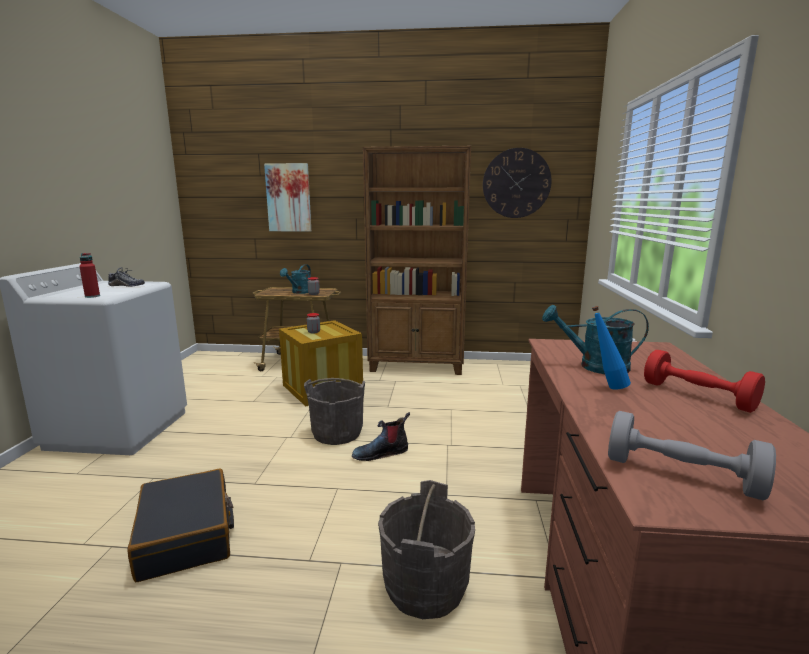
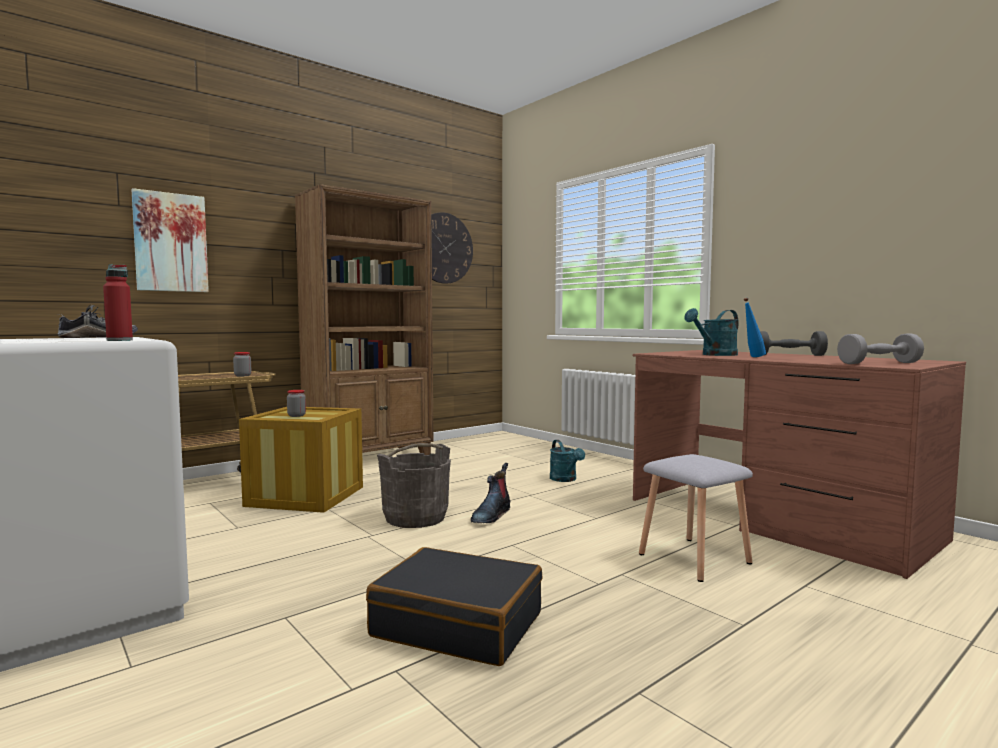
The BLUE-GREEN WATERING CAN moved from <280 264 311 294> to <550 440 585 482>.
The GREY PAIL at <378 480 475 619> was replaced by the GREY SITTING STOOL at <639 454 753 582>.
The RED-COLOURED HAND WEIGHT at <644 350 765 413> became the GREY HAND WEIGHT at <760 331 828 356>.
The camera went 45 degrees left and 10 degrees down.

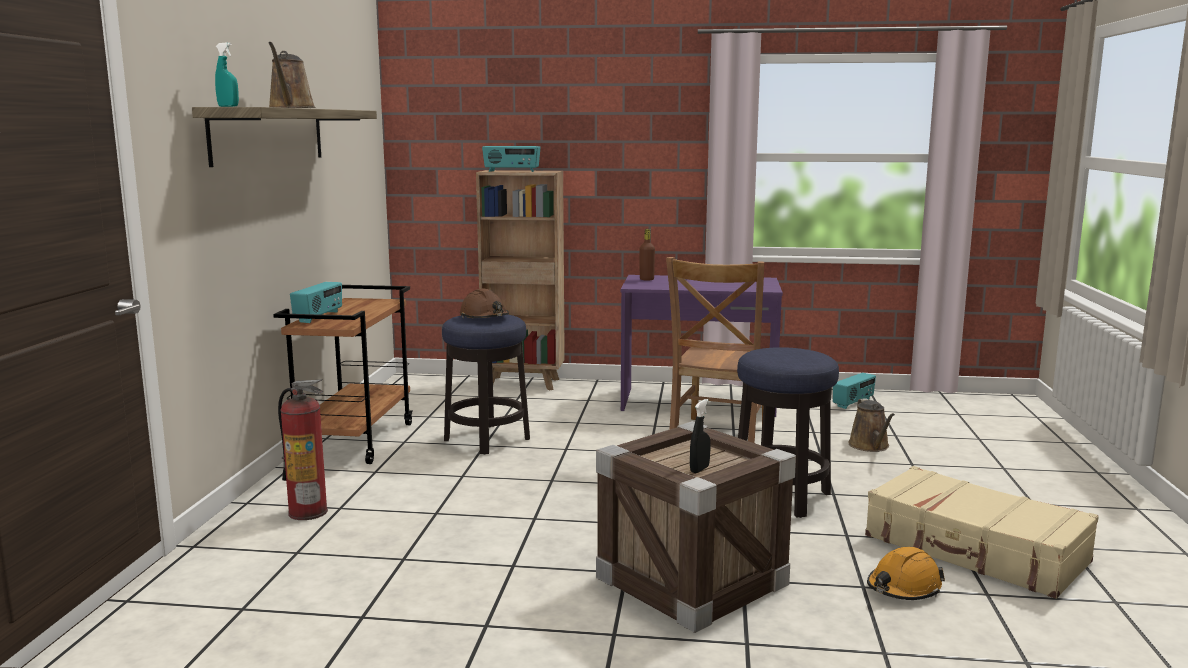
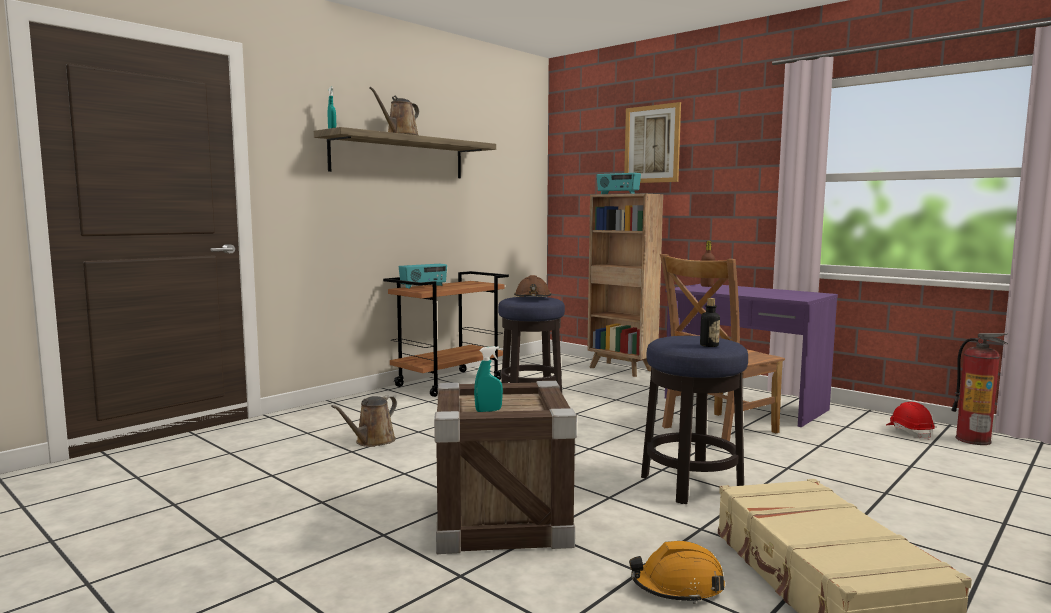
The EXTINGUISHER moved from <278 379 328 520> to <951 333 1009 445>.
The BLACK HAND SPRAYER at <690 399 710 473> became the BLUE-GREEN HAND SPRAYER at <474 346 503 412>.
The RADIO SET at <833 373 876 409> was replaced by the RED-COLOURED HARD HAT at <886 402 935 440>.
The BROWN-COLOURED WATERING CAN moved from <848 398 895 452> to <331 396 397 447>.
The PICTURE at <624 102 681 183> appeared.
The BOTTLE at <700 298 720 347> appeared.
The camera went 35 degrees right and 5 degrees down.

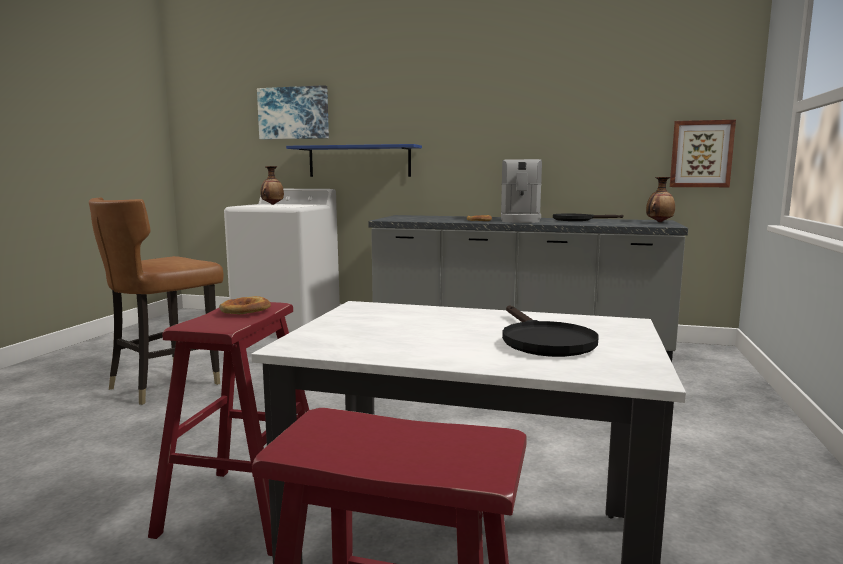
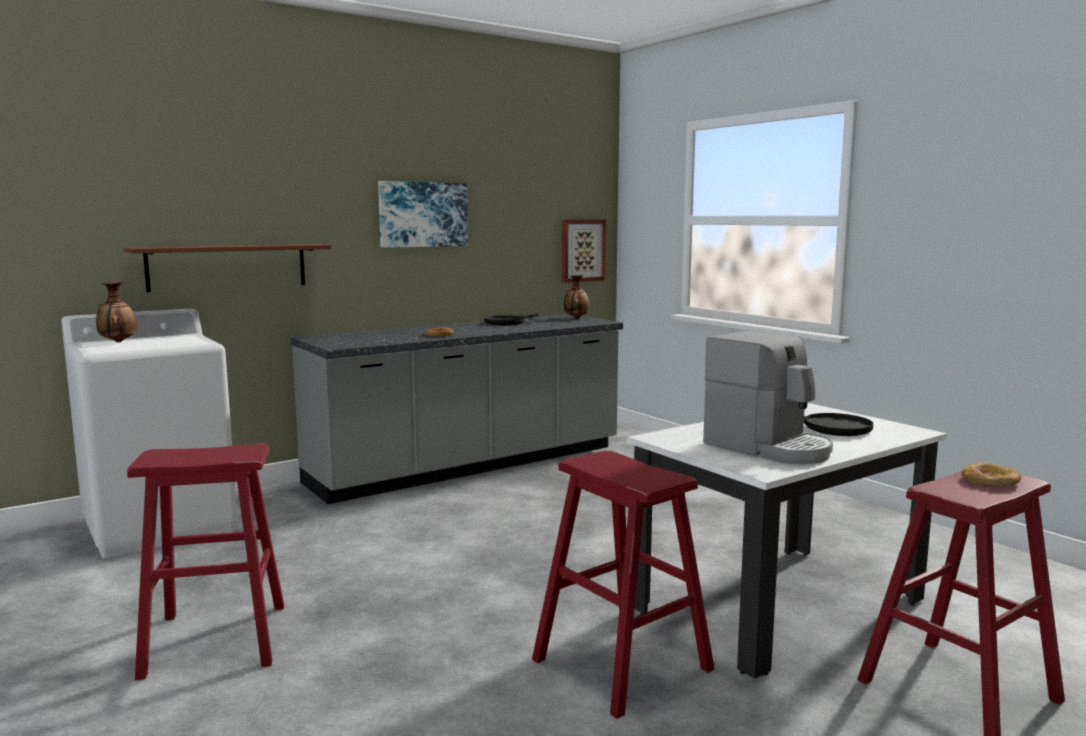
The BROWN-COLOURED PLAIN CHAIR at <89 197 223 405> was replaced by the RED-COLOURED SITTING STOOL at <127 444 284 680>.
The BAKERY BREAD moved from <219 296 271 314> to <961 462 1021 486>.
The PICTURE moved from <257 85 329 140> to <378 181 468 248>.
The BLUE-COLOURED SHELF at <286 144 422 177> became the BROWN-COLOURED SHELF at <124 244 331 292>.
The COFFEE MAKER moved from <501 159 542 223> to <703 331 833 464>.
The camera went 50 degrees left and 0 degrees up.

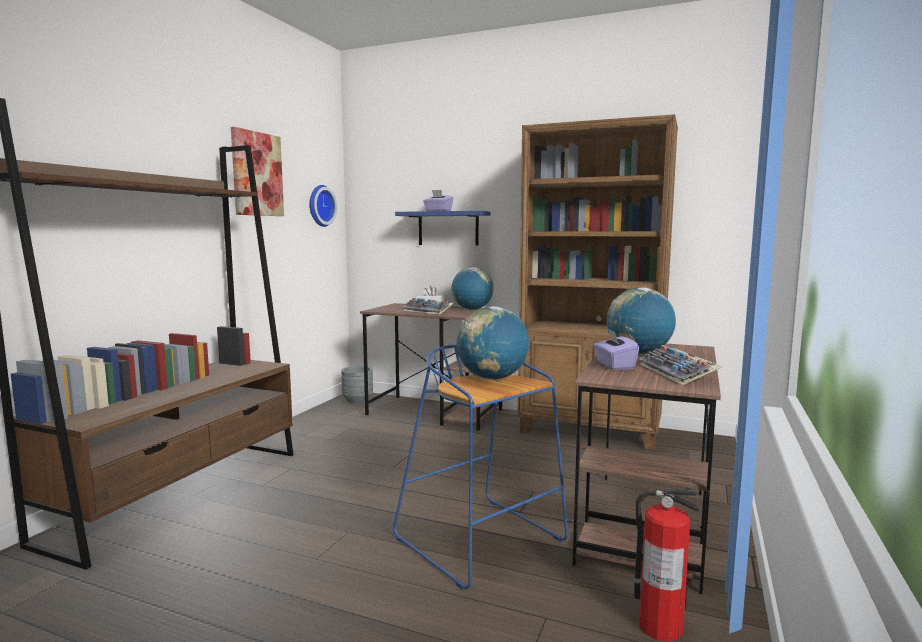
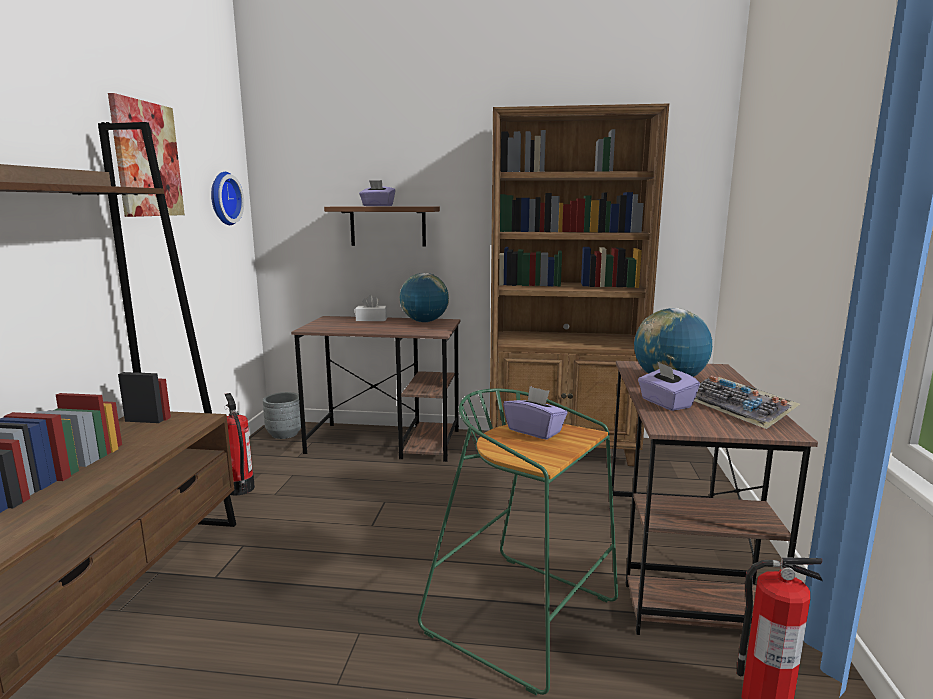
The BLUE-COLOURED SITTING STOOL at <393 345 568 590> became the GREEN-COLOURED SITTING STOOL at <418 389 618 695>.
The BLUE-COLOURED SHELF at <395 211 490 246> became the BROWN-COLOURED SHELF at <324 207 440 246>.
The PC KEYBOARD at <403 298 454 315> disappeared.
The GLOBE at <457 306 529 380> was replaced by the PURPLISH TISSUE BOX at <503 386 568 440>.
The EXTINGUISHER at <224 393 255 495> appeared.
The camera went 15 degrees left and 5 degrees up.

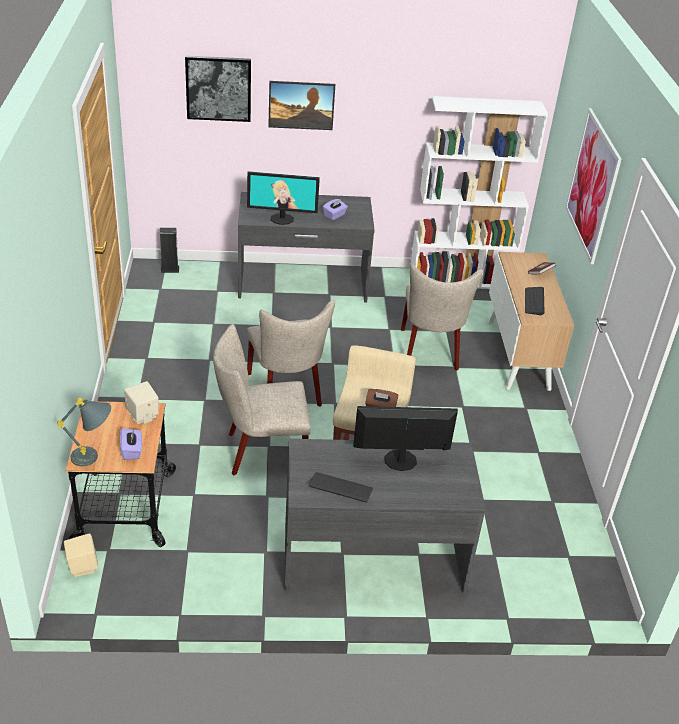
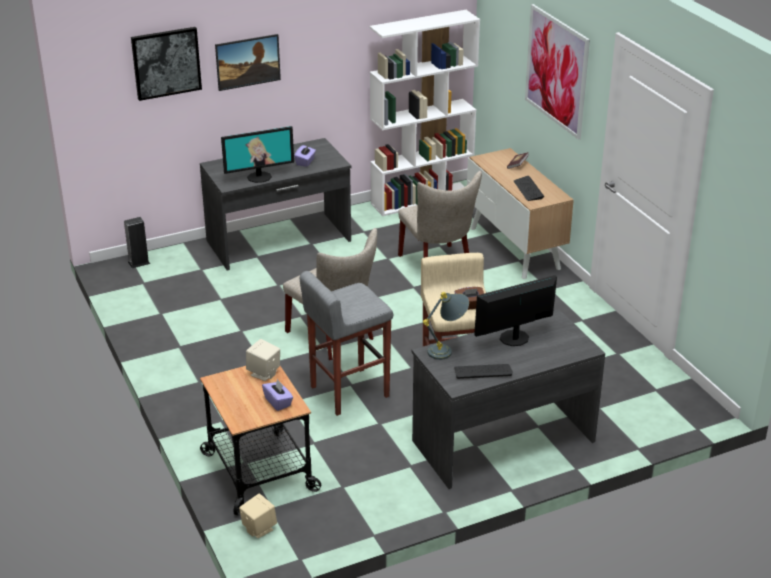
The GREY LAMP FOR A TABLE moved from <57 398 111 466> to <423 292 469 360>.
The BEIGE-COLOURED PLAIN CHAIR at <213 324 311 475> was replaced by the GREY SITTING STOOL at <300 271 393 416>.
The camera went 20 degrees left and 5 degrees down.

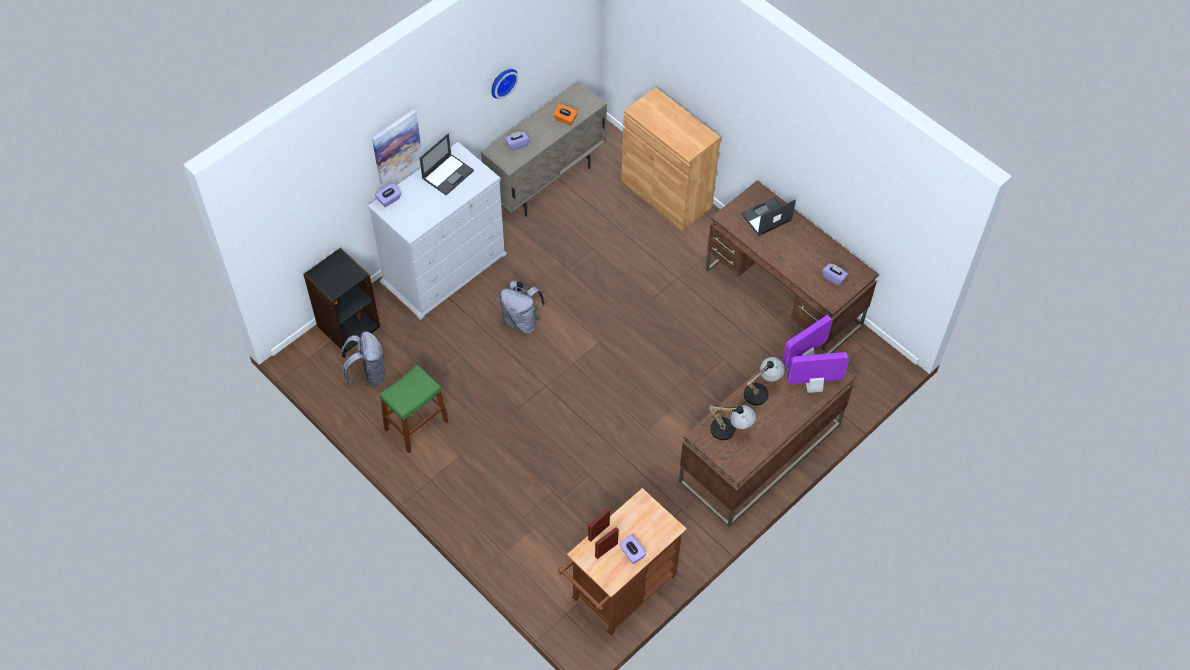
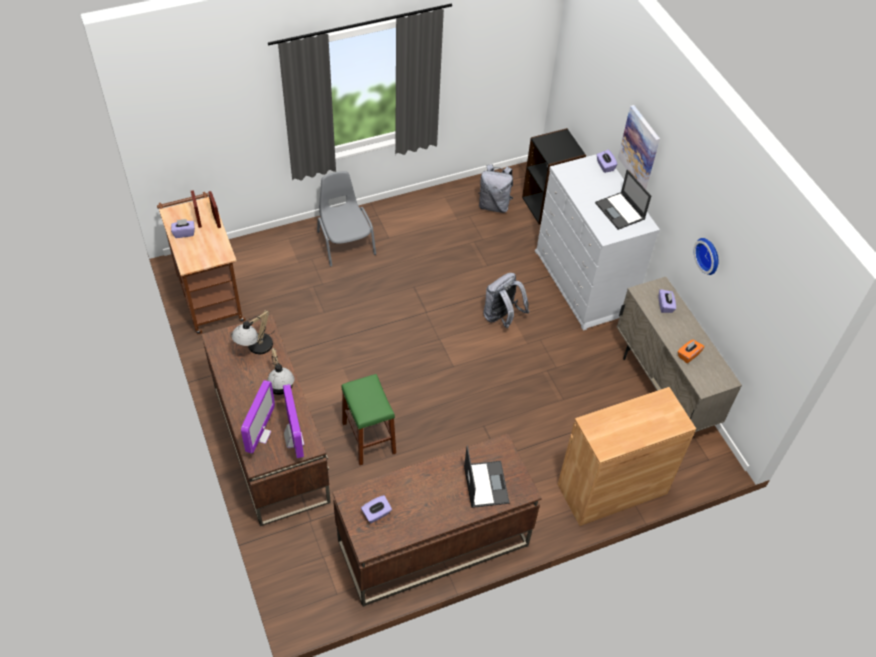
The GREEN-COLOURED SITTING STOOL moved from <379 364 449 453> to <341 374 396 465>.
The GREY PLAIN CHAIR at <317 171 376 267> appeared.
The camera went 110 degrees right and 5 degrees down.

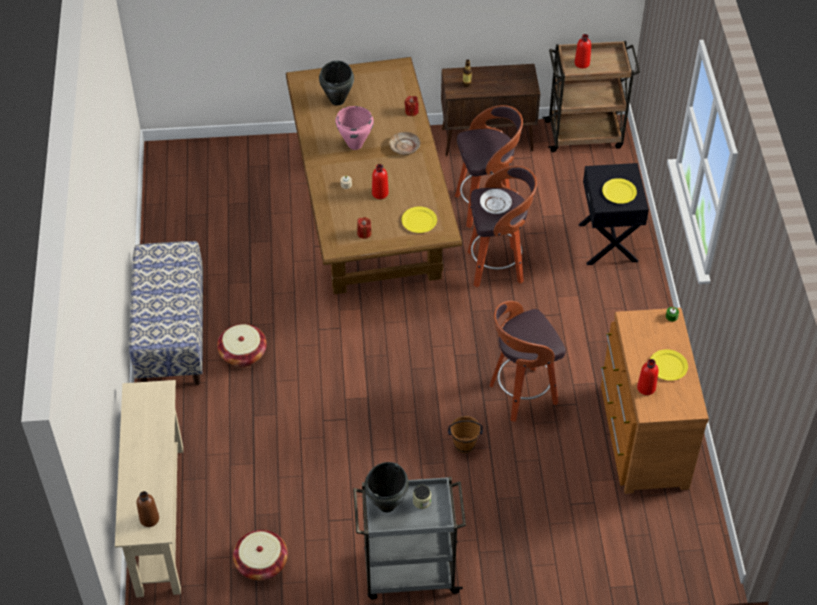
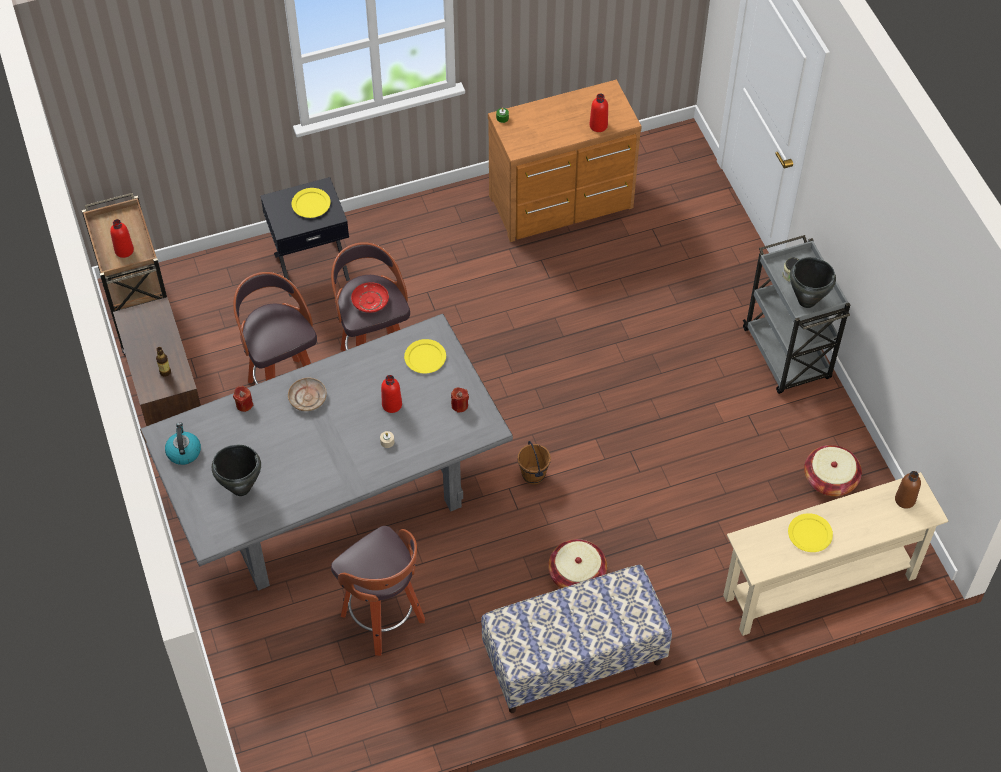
The BROWN-COLOURED KITCHEN TABLE at <286 57 462 294> became the GREY KITCHEN TABLE at <140 314 513 591>.
The PINK-COLOURED COOKING POT at <335 106 374 150> disappeared.
The BROWN-COLOURED PAIL moved from <448 416 483 453> to <517 441 551 485>.
The WHITE FLAT DISH at <480 189 512 214> became the RED-COLOURED FLAT DISH at <351 282 389 313>.
The SITTING STOOL moved from <489 301 566 422> to <331 526 425 656>.
The YELLOW FLAT DISH moved from <650 349 688 381> to <788 513 833 552>.
The KETTLE at <165 423 201 465> appeared.
The camera went 105 degrees left and 5 degrees up.

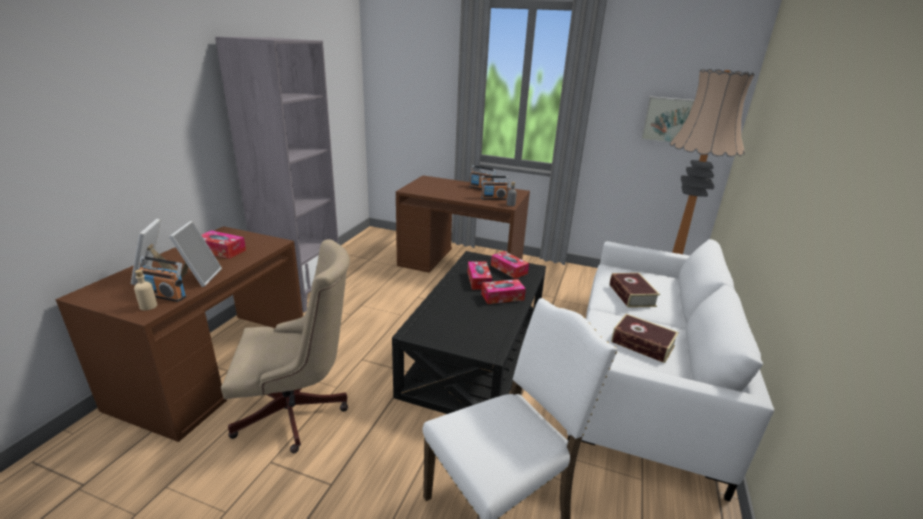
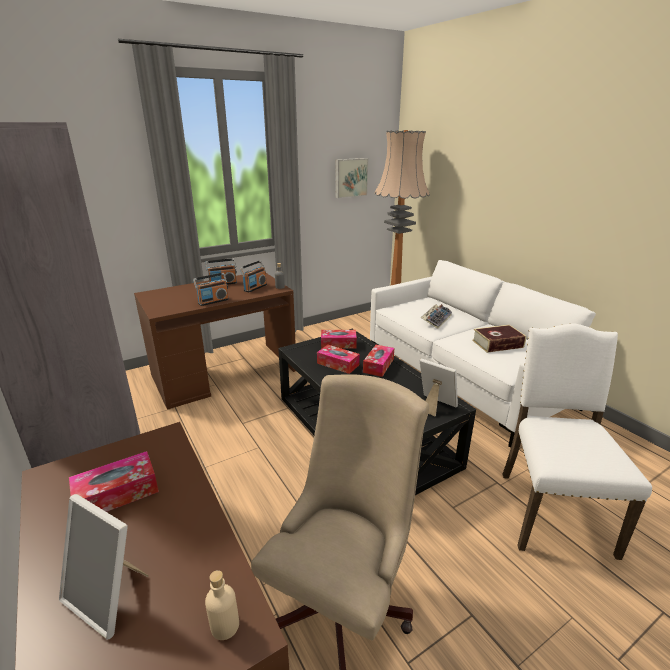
The RADIO SET moved from <138 256 186 302> to <193 273 229 306>.
The STANDING FRAME moved from <169 221 222 287> to <420 358 458 417>.
The BOUND BOOK at <610 273 660 308> was replaced by the PC KEYBOARD at <421 304 452 329>.
The camera went 50 degrees left and 0 degrees up.

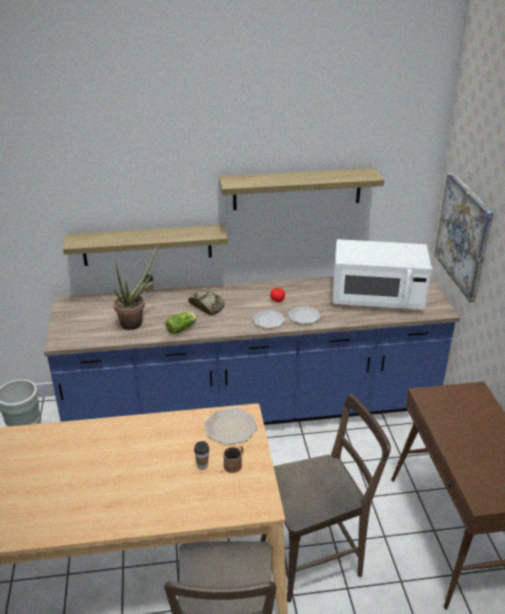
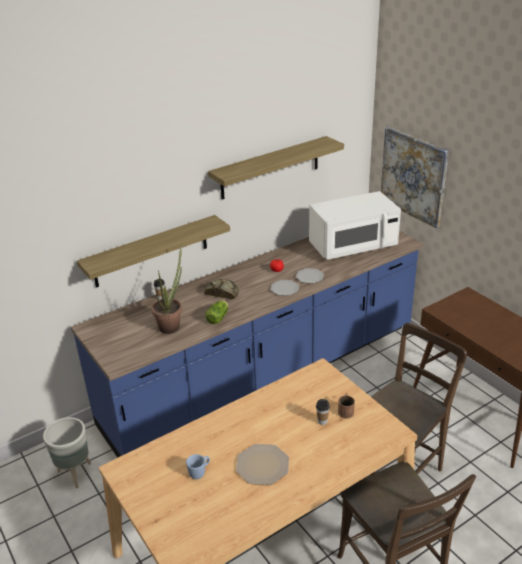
The FLAT DISH moved from <204 408 257 445> to <236 444 289 485>.
The BLUE-COLOURED MUG at <186 454 210 479> appeared.
The camera went 25 degrees left and 0 degrees up.

